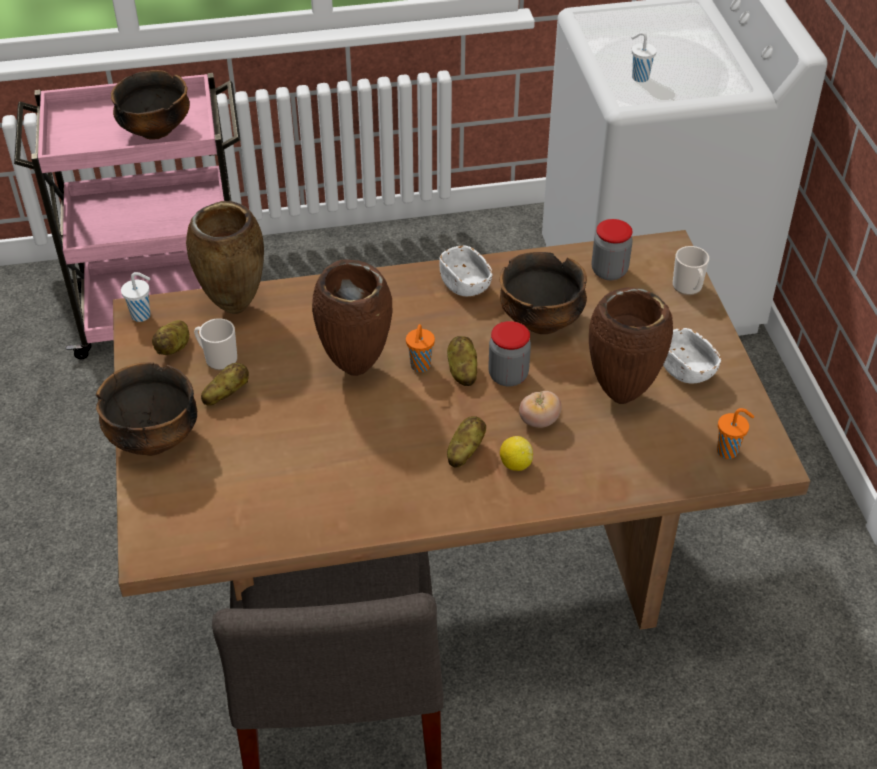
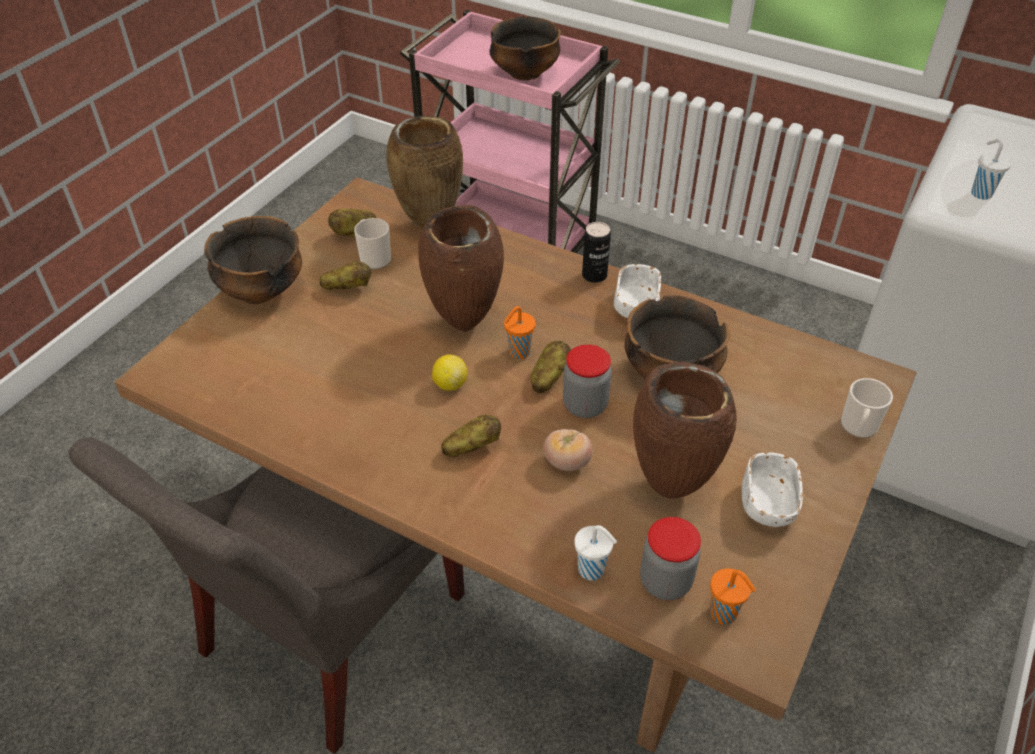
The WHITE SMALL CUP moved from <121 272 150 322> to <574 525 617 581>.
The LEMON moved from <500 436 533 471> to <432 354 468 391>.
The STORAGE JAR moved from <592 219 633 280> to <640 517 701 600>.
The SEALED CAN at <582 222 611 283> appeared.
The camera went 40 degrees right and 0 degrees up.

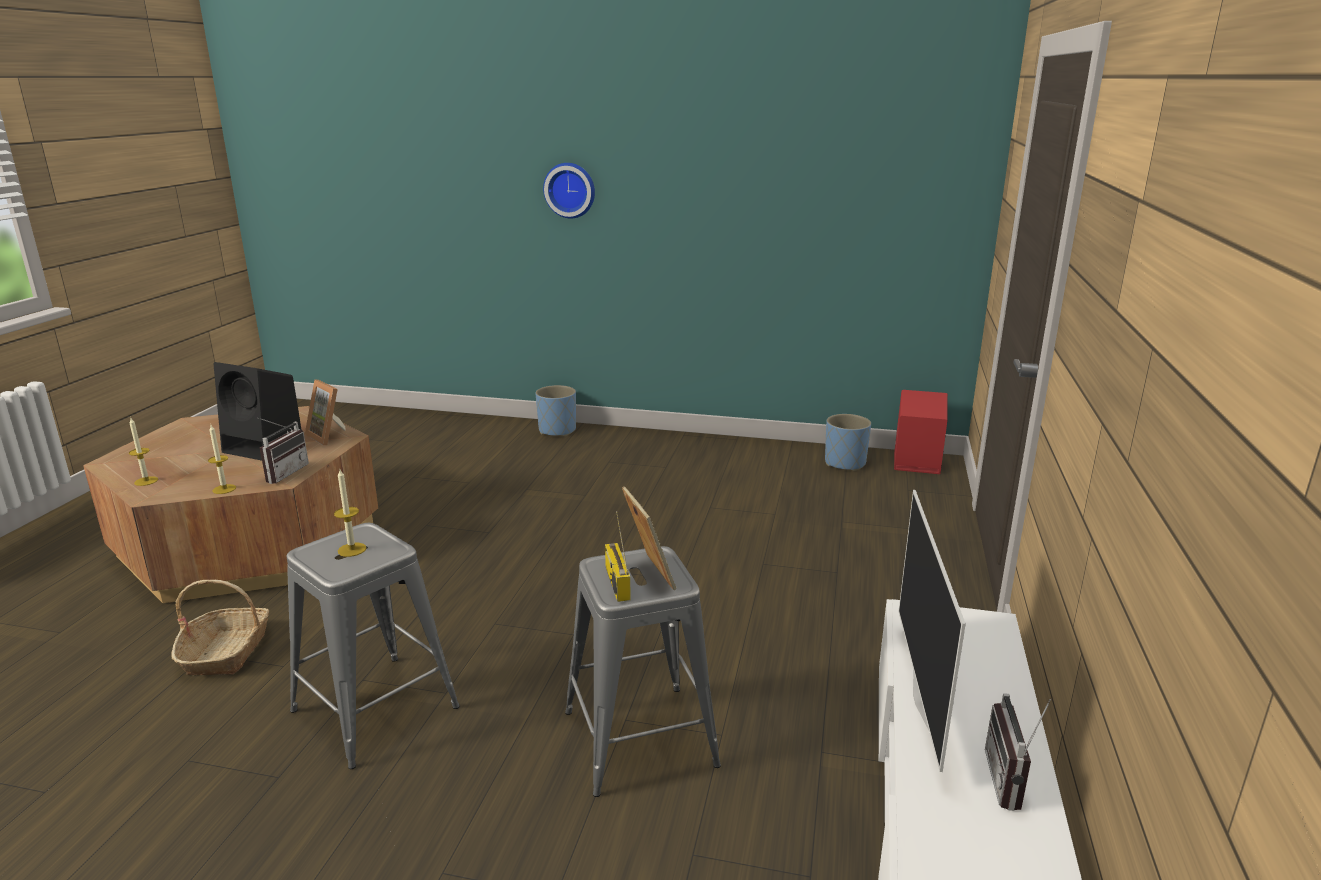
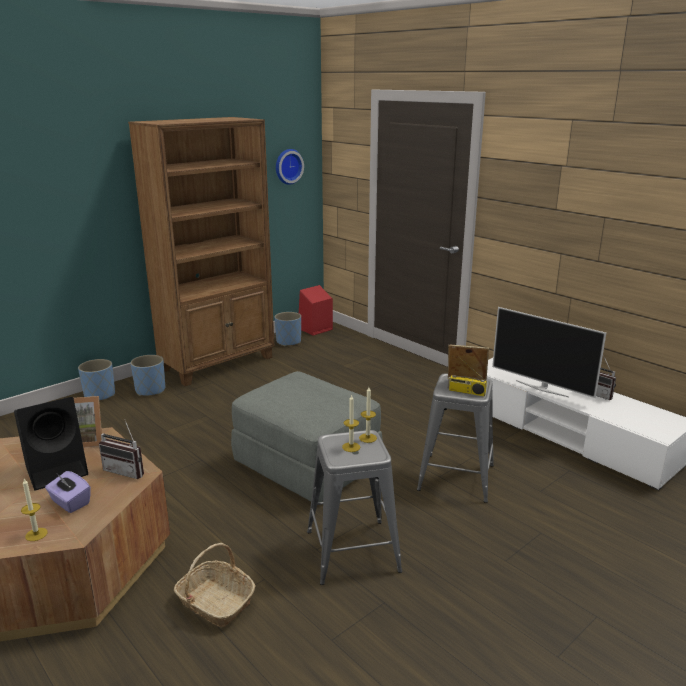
The CANDLE moved from <208 425 236 494> to <359 387 377 443>.
The RADIO SET at <257 417 309 484> turned 150 degrees clockwise.
The HANGING CLOCK moved from <543 163 595 219> to <276 149 304 185>.
The PURPLISH TISSUE BOX at <45 471 91 513> appeared.
The BROWN-COLOURED SHELVING UNIT at <128 117 274 386> appeared.
The BLUE-COLOURED FLOWER POT at <130 355 165 396> appeared.
The GREY OTTOMAN at <231 371 383 503> appeared.
The camera went 55 degrees left and 0 degrees up.

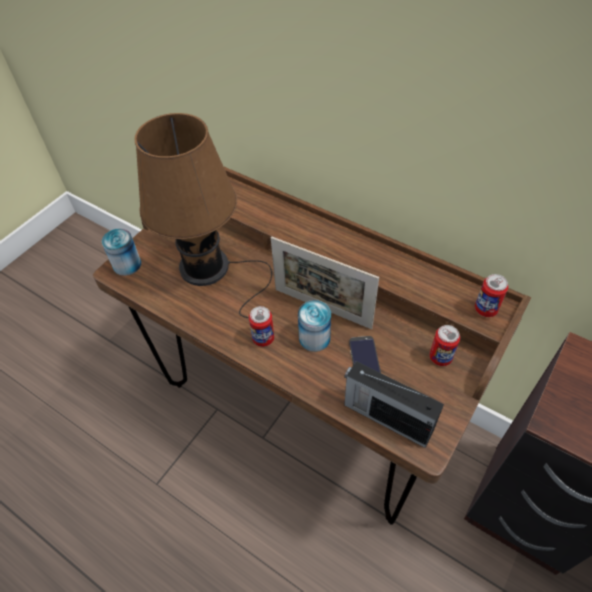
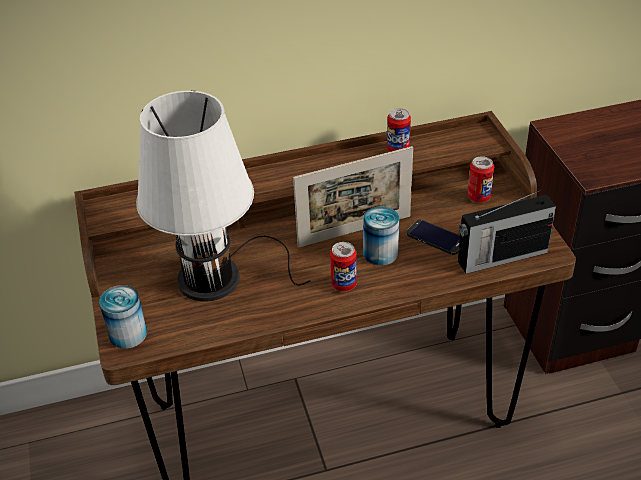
The BROWN-COLOURED LAMP FOR A TABLE at <134 113 272 318> became the WHITE LAMP FOR A TABLE at <136 90 310 302>.
The SEALED CAN moved from <475 274 508 317> to <387 108 411 152>.
The camera went 50 degrees left and 10 degrees down.

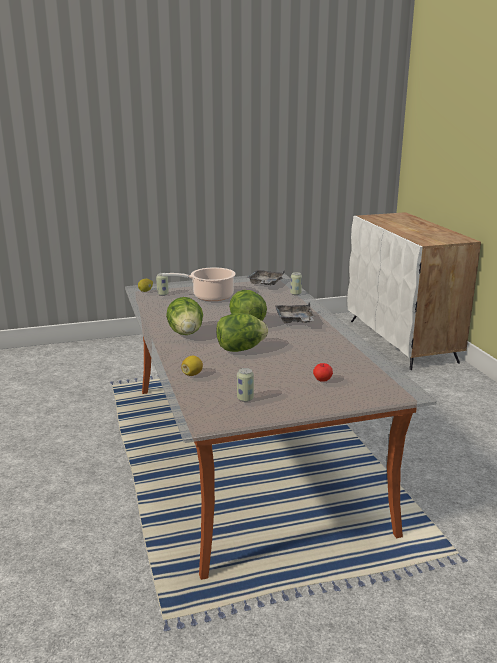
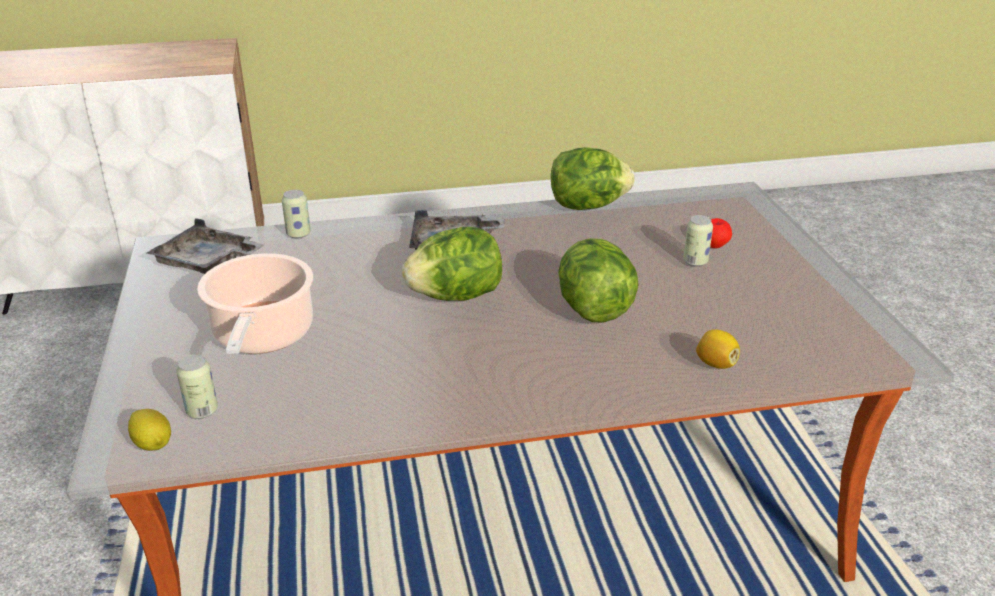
The HEAD OF LETTUCE moved from <166 297 203 335> to <551 147 635 210>.
The SEALED CAN moved from <237 368 254 402> to <683 215 713 266>.
The camera went 85 degrees left and 10 degrees up.

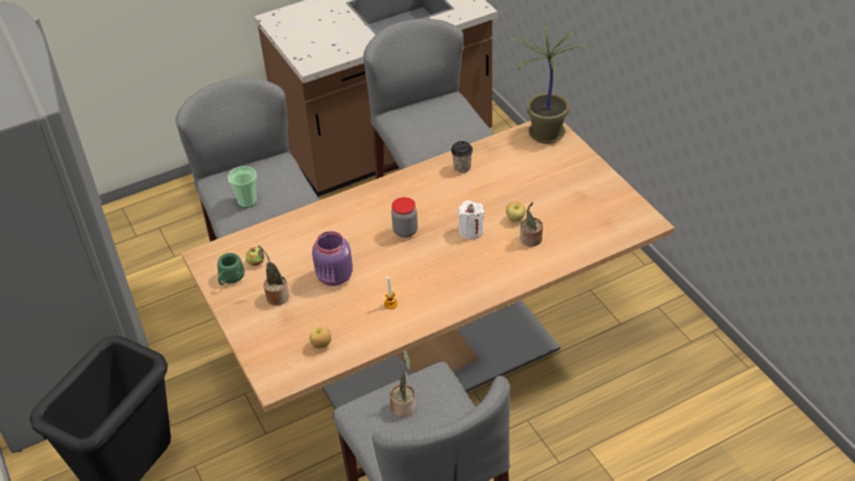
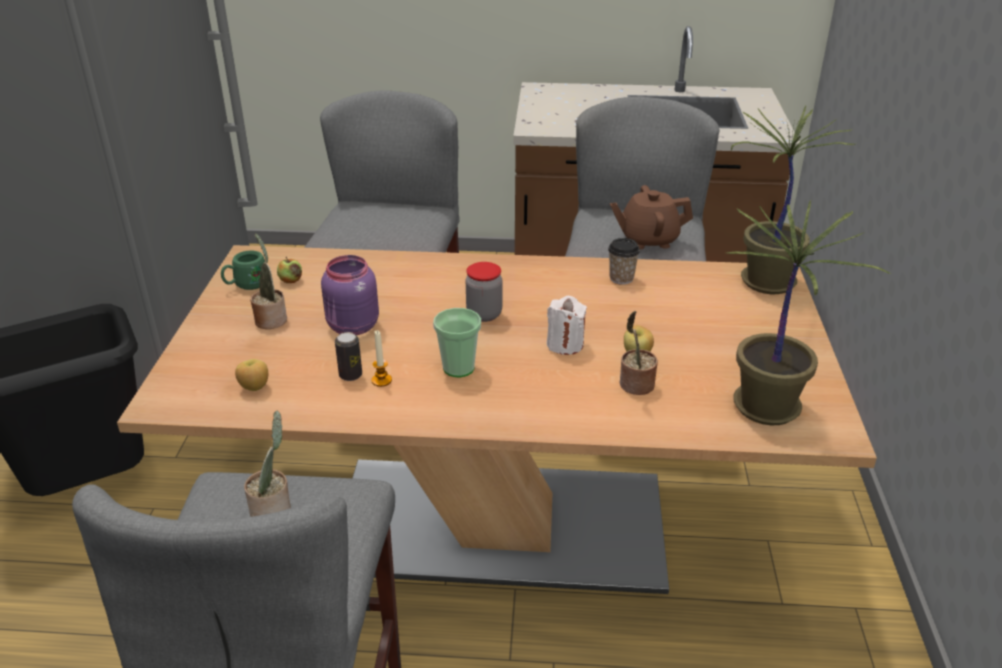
The SMALL CUP moved from <228 166 257 208> to <433 308 481 377>.
The SEALED CAN at <335 332 362 381> appeared.
The BROWN-COLOURED TEA POT at <610 185 693 250> appeared.
The HOUSEPLANT at <727 200 892 425> appeared.
The camera went 30 degrees right and 10 degrees down.

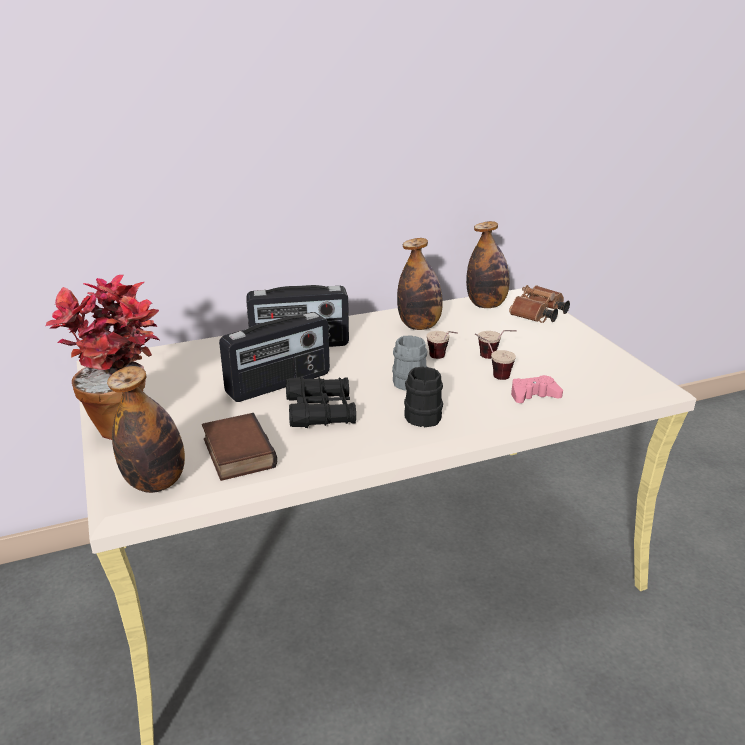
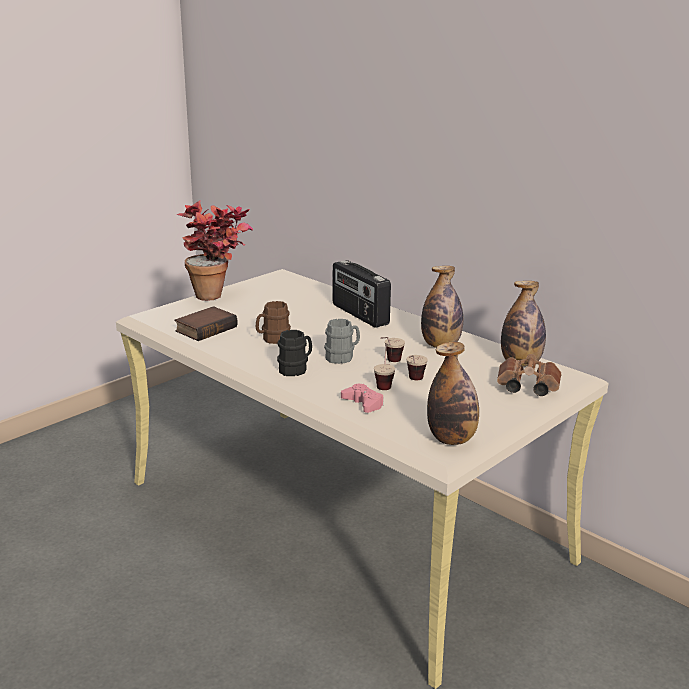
The BOTTLE moved from <107 366 185 493> to <427 342 479 445>.
The RADIO SET at <219 312 330 402> disappeared.
The BLACK PAIR OF BINOCULARS at <286 376 356 428> was replaced by the BROWN-COLOURED MUG at <256 301 291 344>.
The camera went 65 degrees right and 5 degrees down.

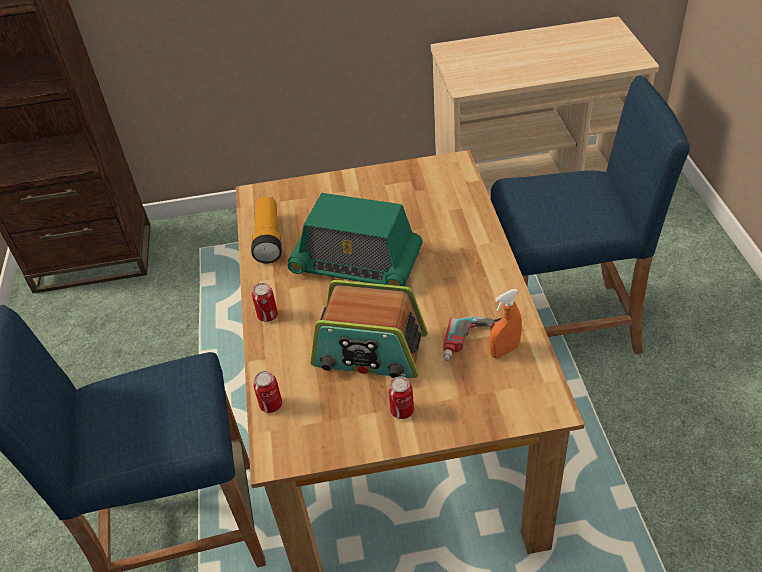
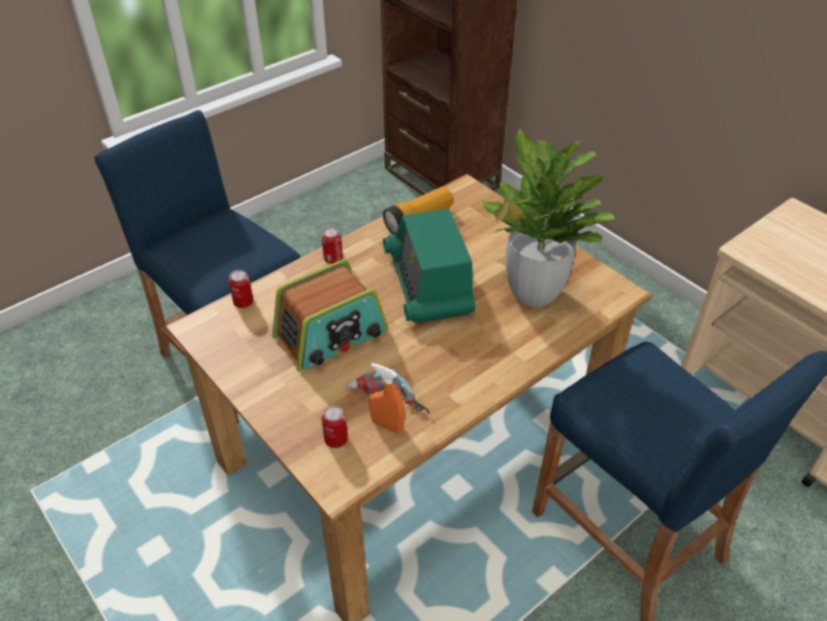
The RADIO SET at <311 280 427 378> turned 105 degrees counterclockwise.
The SEALED CAN moved from <388 376 414 419> to <322 405 348 448>.
The HOUSEPLANT at <481 128 615 307> appeared.
The camera went 55 degrees right and 0 degrees up.

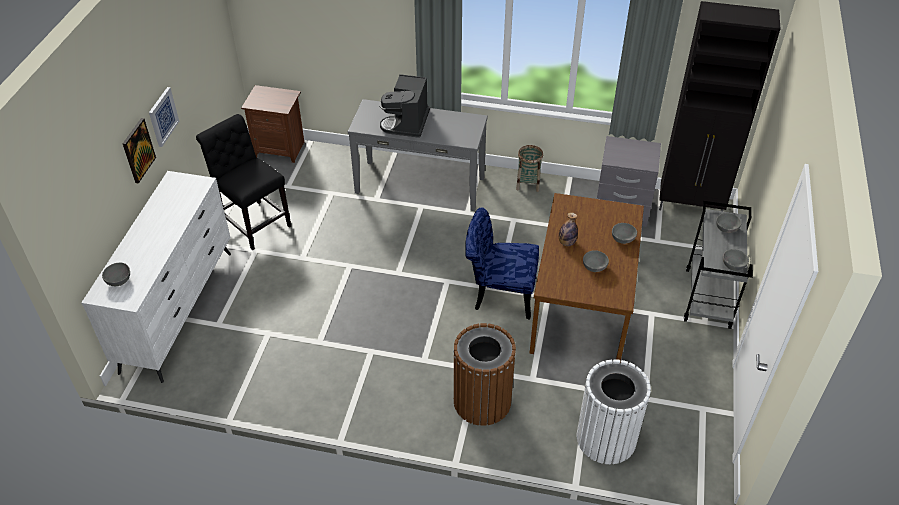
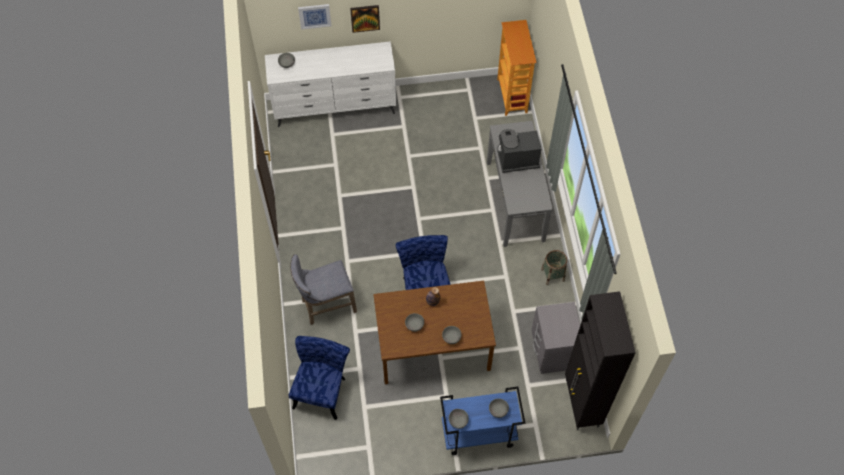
The PICTURE moved from <149 87 179 147> to <298 4 331 30>.
The BLACK PLAIN CHAIR at <196 114 291 250> disappeared.
The BROWN-COLOURED NIGHTSTAND at <241 85 304 163> was replaced by the SHELVING UNIT at <497 20 537 116>.
The BROWN-COLOURED TRASH CAN at <453 323 516 426> was replaced by the GREY SITTING STOOL at <290 254 357 325>.
The WHITE TRASH CAN at <577 359 651 464> was replaced by the BLUE-COLOURED PLAIN CHAIR at <289 336 350 420>.
The GREY WHEELED CART at <684 201 753 329> became the BLUE-COLOURED WHEELED CART at <440 387 525 455>.
The camera went 70 degrees right and 15 degrees up.

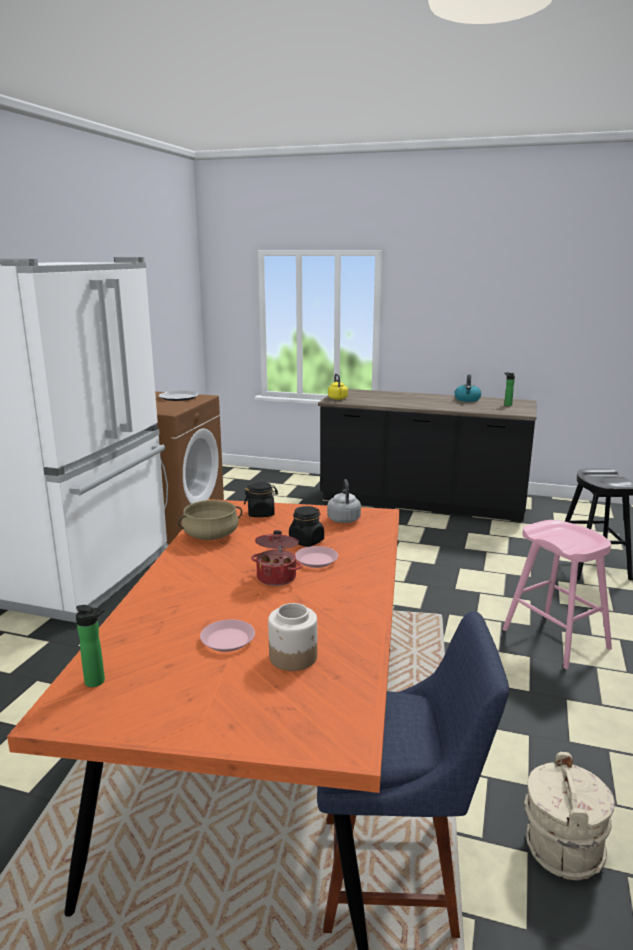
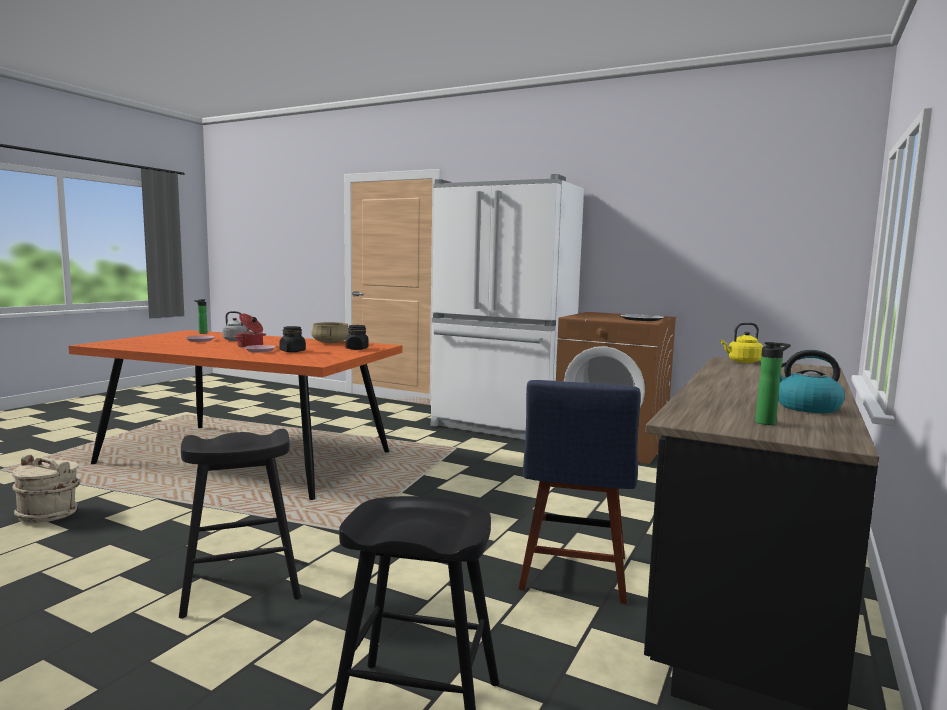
The STORAGE JAR at <268 603 317 671> disappeared.
The BLUE-COLOURED PLAIN CHAIR moved from <317 611 509 938> to <518 380 641 605>.
The GREY KETTLE moved from <327 479 361 523> to <223 311 250 341>.
The PINK-COLOURED SITTING STOOL at <503 520 612 669> became the BLACK SITTING STOOL at <179 429 301 619>.
The camera went 100 degrees right and 10 degrees down.

